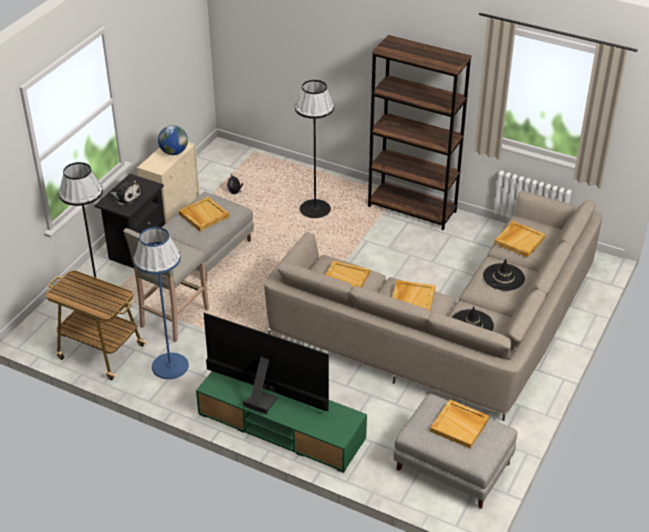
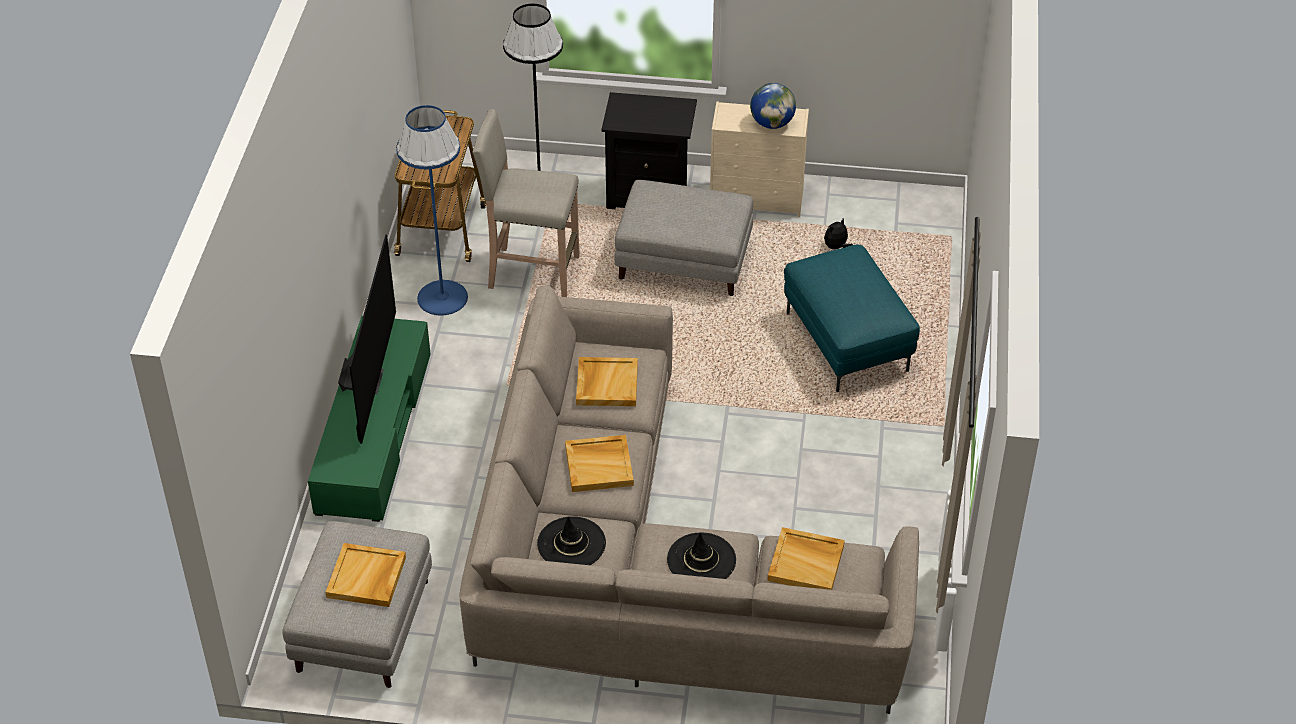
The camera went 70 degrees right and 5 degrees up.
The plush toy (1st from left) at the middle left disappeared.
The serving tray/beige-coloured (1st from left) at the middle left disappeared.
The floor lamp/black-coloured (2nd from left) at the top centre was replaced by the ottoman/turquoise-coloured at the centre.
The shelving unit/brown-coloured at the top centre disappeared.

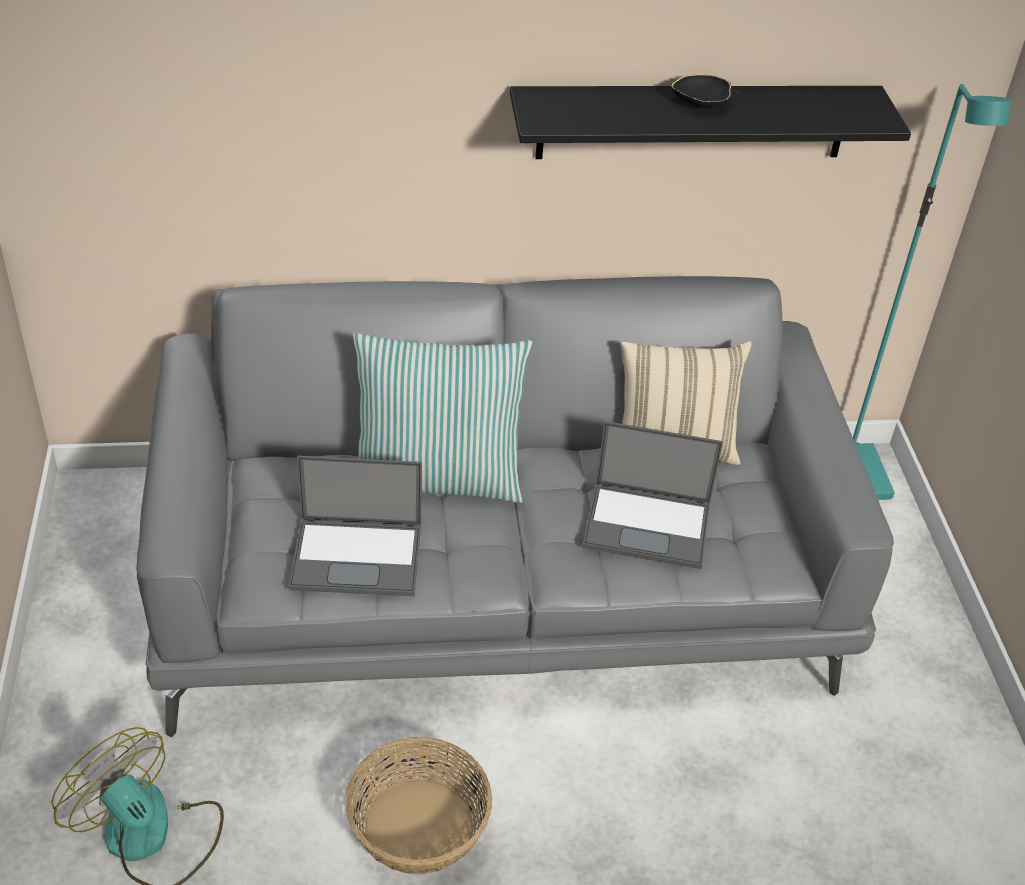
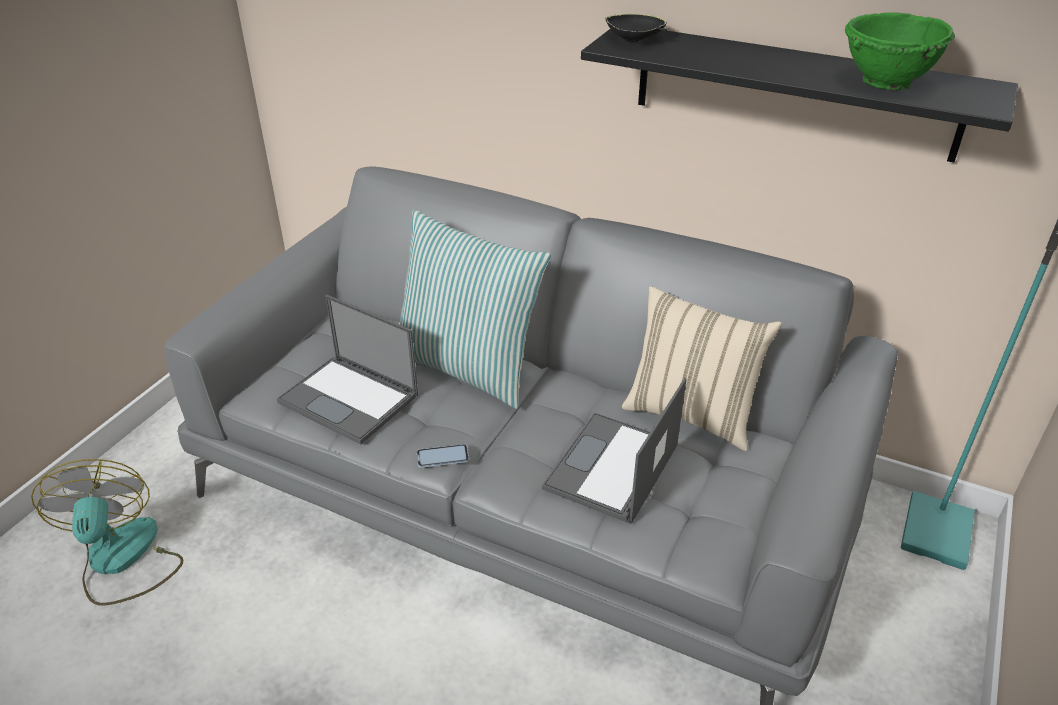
The camera went 35 degrees right and 5 degrees down.
The basket at the bottom centre disappeared.
The laptop (2nd from left) at the centre turned 75 degrees clockwise.
The serving bowl/black-coloured moved from the top right to the top centre.
The telephone at the centre appeared.
The serving bowl/greenish at the top right appeared.

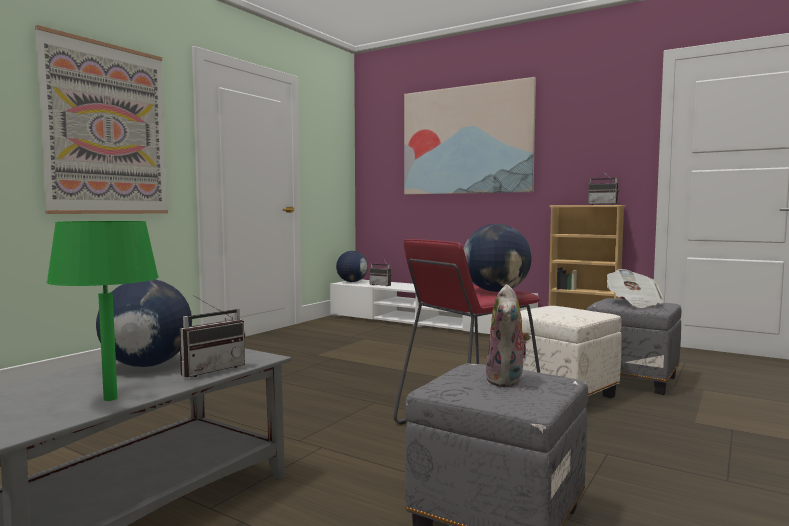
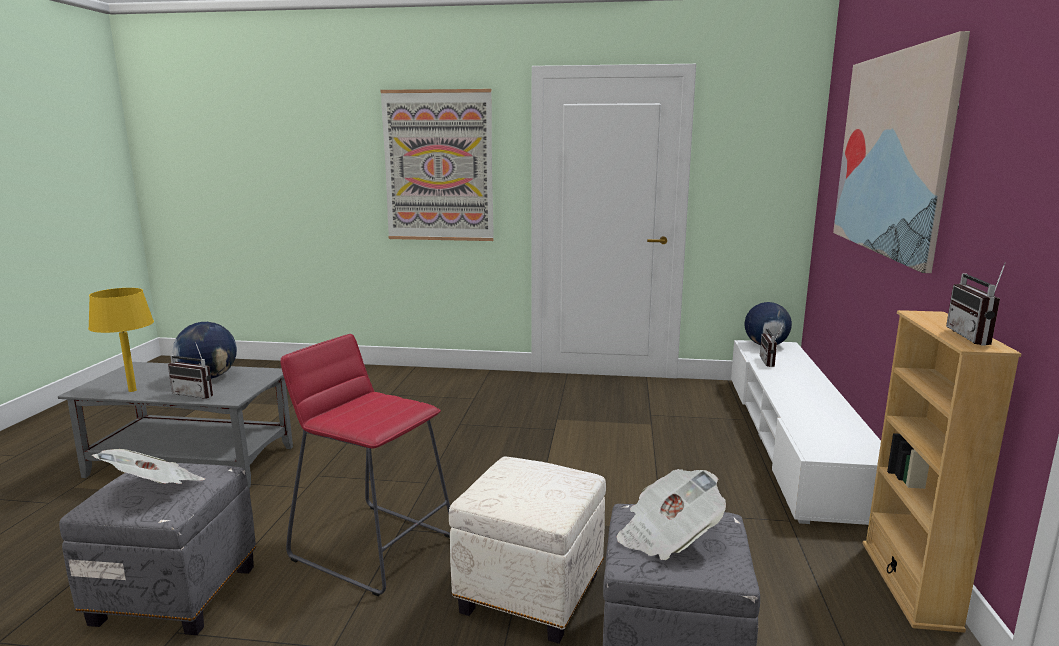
The camera went 65 degrees right and 10 degrees up.
The tabletop lamp/greenish at the middle left became the tabletop lamp/yellowish at the middle left.
The desk globe (3rd from left) at the centre disappeared.
The plush toy at the centre was replaced by the printed paper (1st from left) at the bottom left.

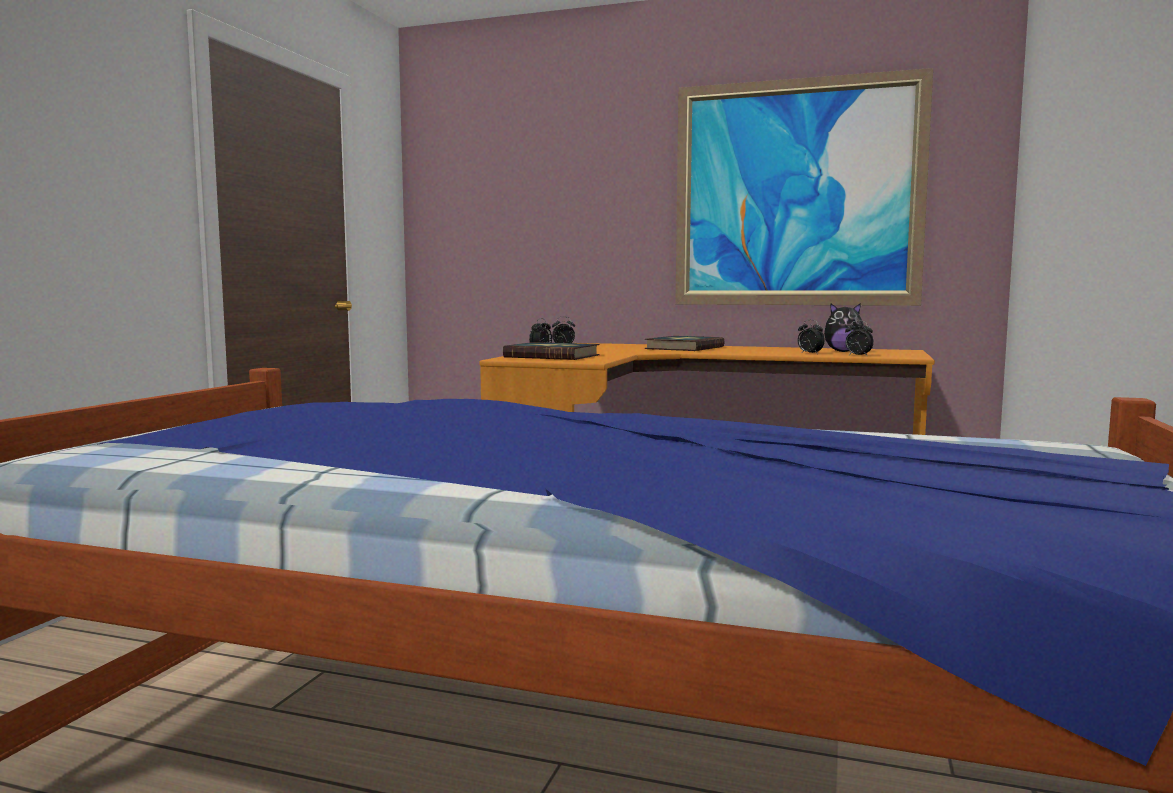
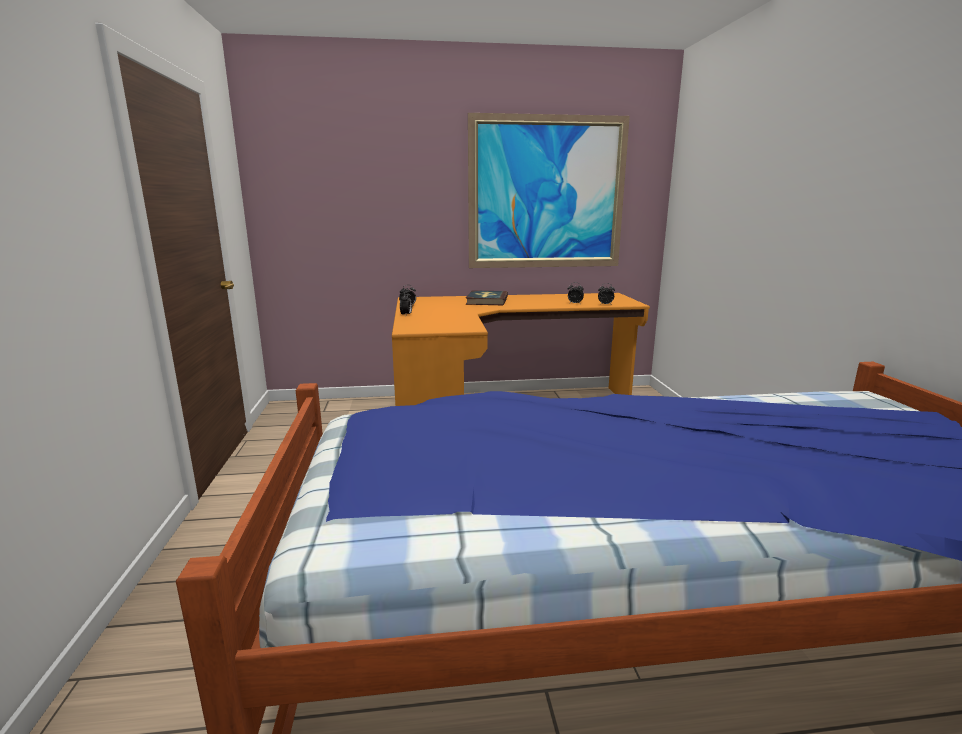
The camera went 25 degrees left and 10 degrees up.
The volume (1st from left) at the centre disappeared.
The plush toy at the middle right disappeared.

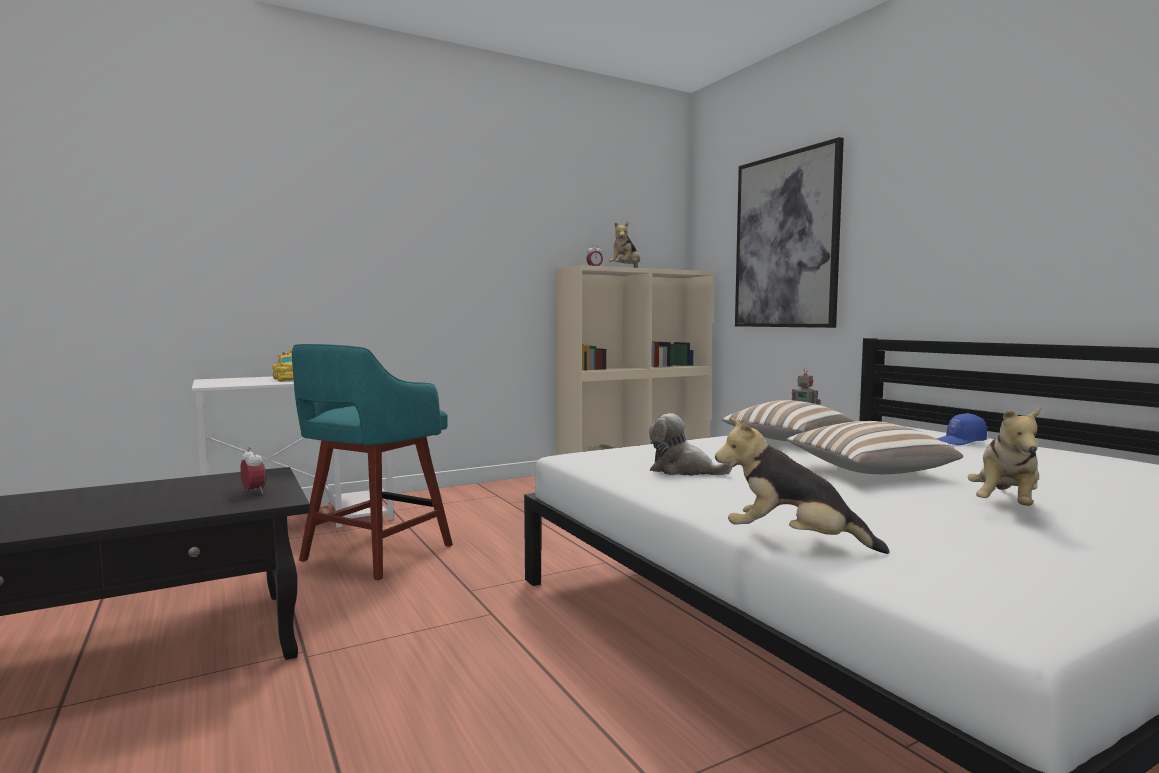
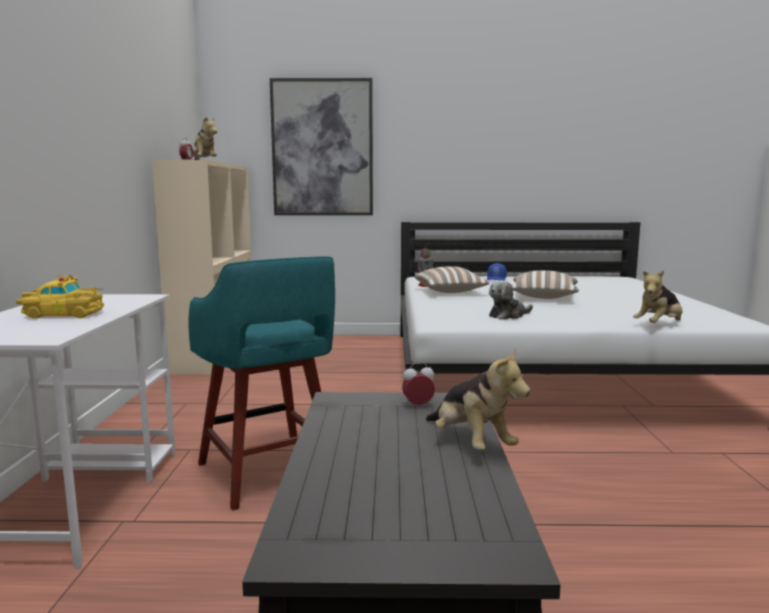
The camera went 60 degrees left and 5 degrees up.
The plush toy (4th from left in the first image) moved from the middle right to the centre.

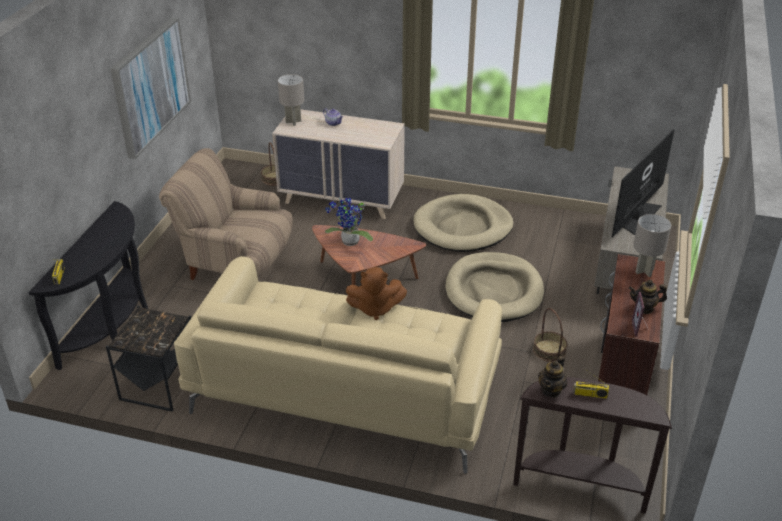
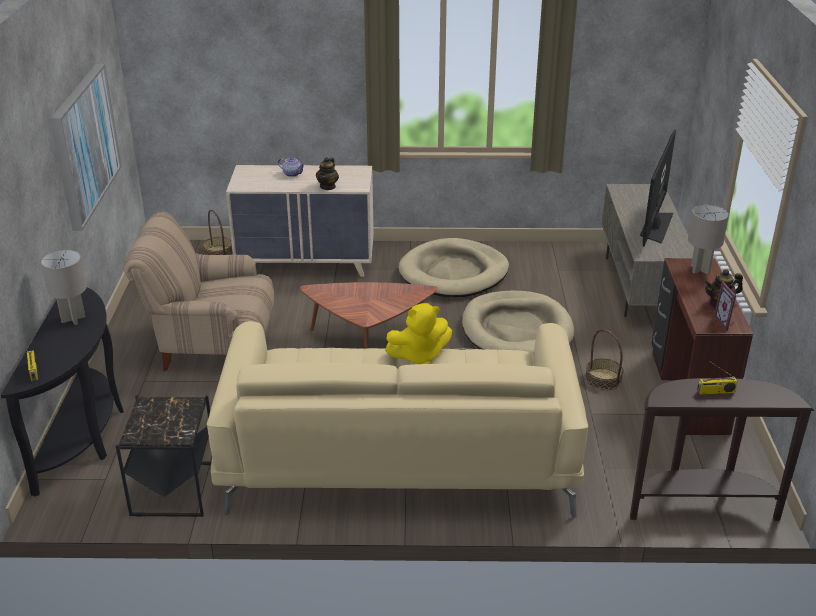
The camera went 15 degrees left and 5 degrees down.
The tabletop lamp/grey (1st from left) moved from the top centre to the middle left.
The houseplant at the centre disappeared.
The plush toy/brown-coloured at the centre became the plush toy/yellowish at the centre.
The pot for tea (2nd from left) moved from the bottom right to the top centre.

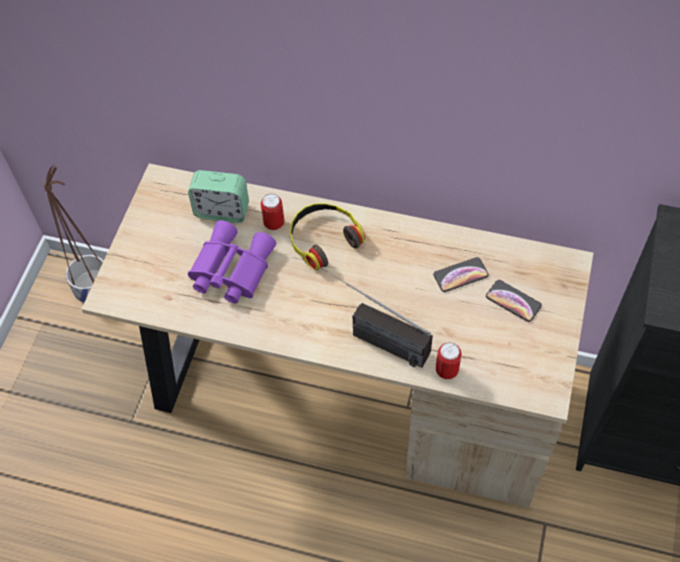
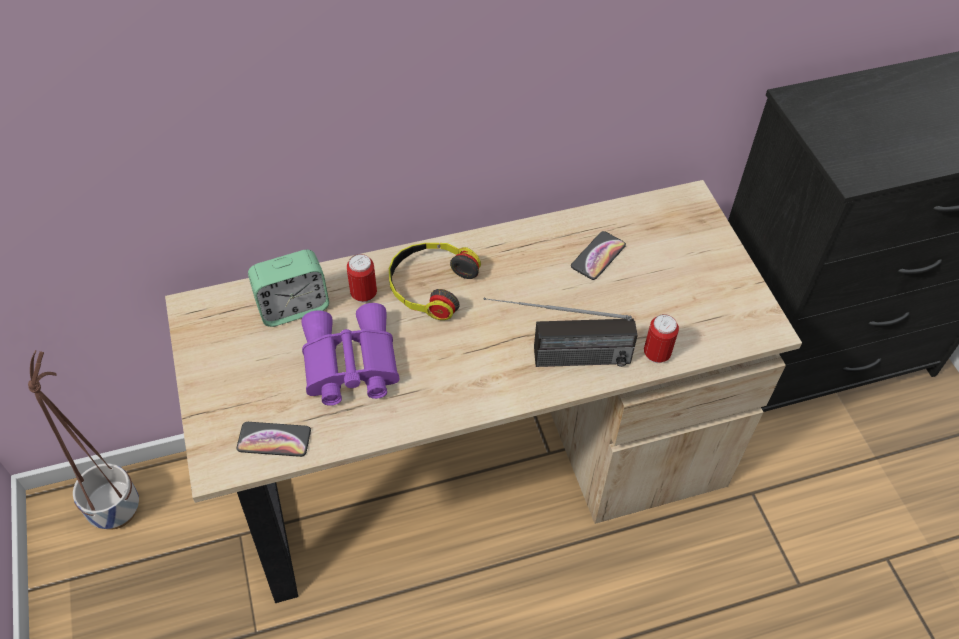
The camera went 35 degrees left and 5 degrees down.
The telephone (2nd from left in the first image) moved from the middle right to the bottom left.

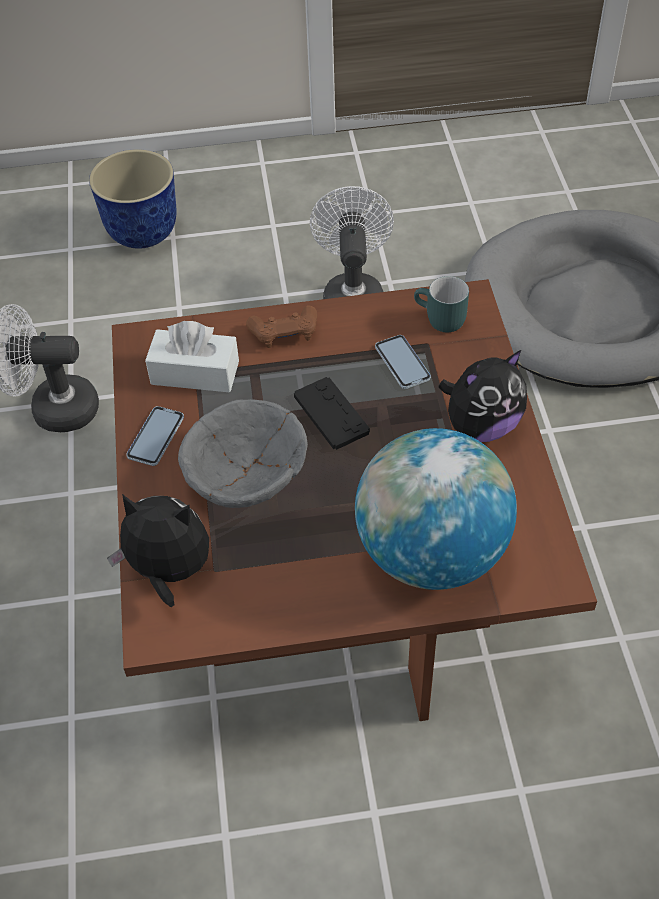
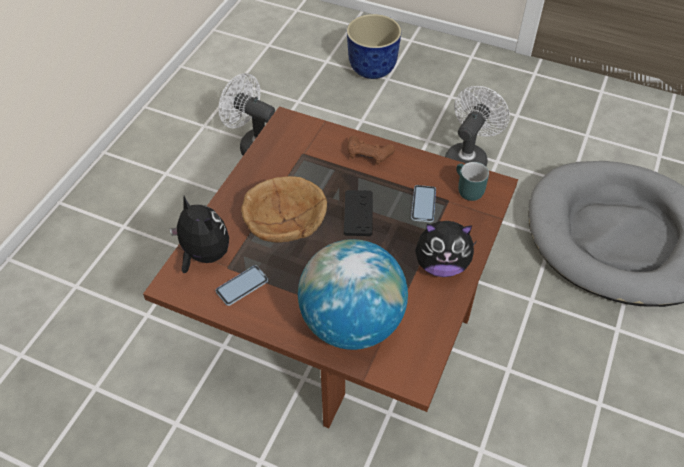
The camera went 30 degrees right and 0 degrees up.
The telephone (1st from left) moved from the middle left to the centre.
The tissue holder/white-coloured at the middle left disappeared.
The serving bowl/grey at the centre became the serving bowl/brown-coloured at the centre.

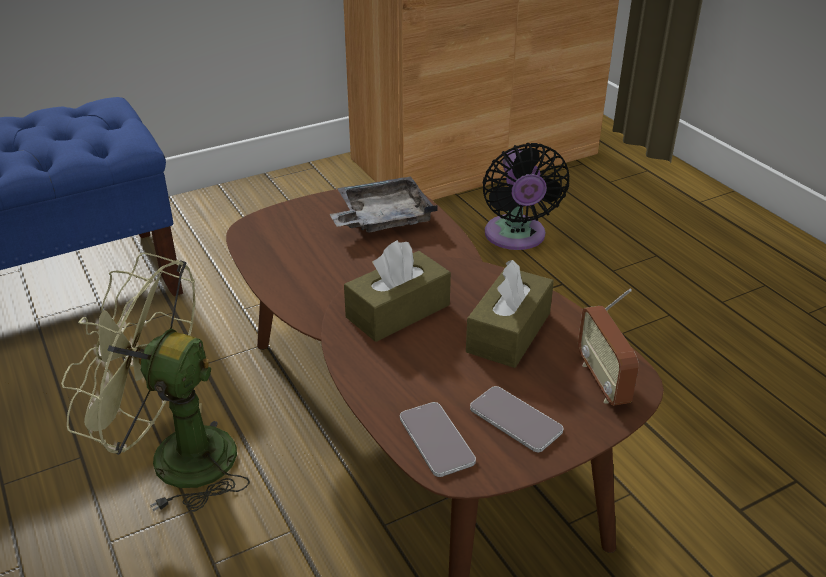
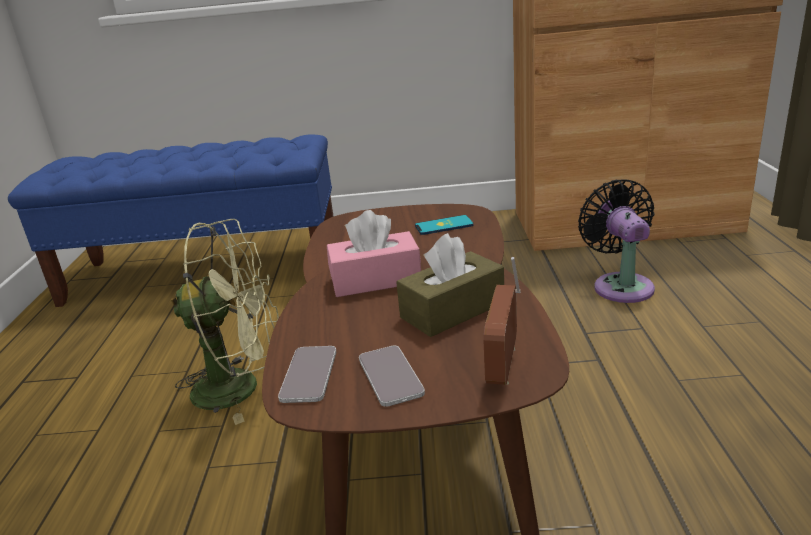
The camera went 30 degrees right and 10 degrees down.
The fan/greenish at the middle left turned 135 degrees clockwise.
The serving tray/grey at the centre was replaced by the telephone (3rd from left) at the centre.
The tissue holder/brown-coloured (1st from left) at the centre became the tissue holder/pink-coloured at the centre.
The fan/black-coloured at the centre turned 150 degrees clockwise.

